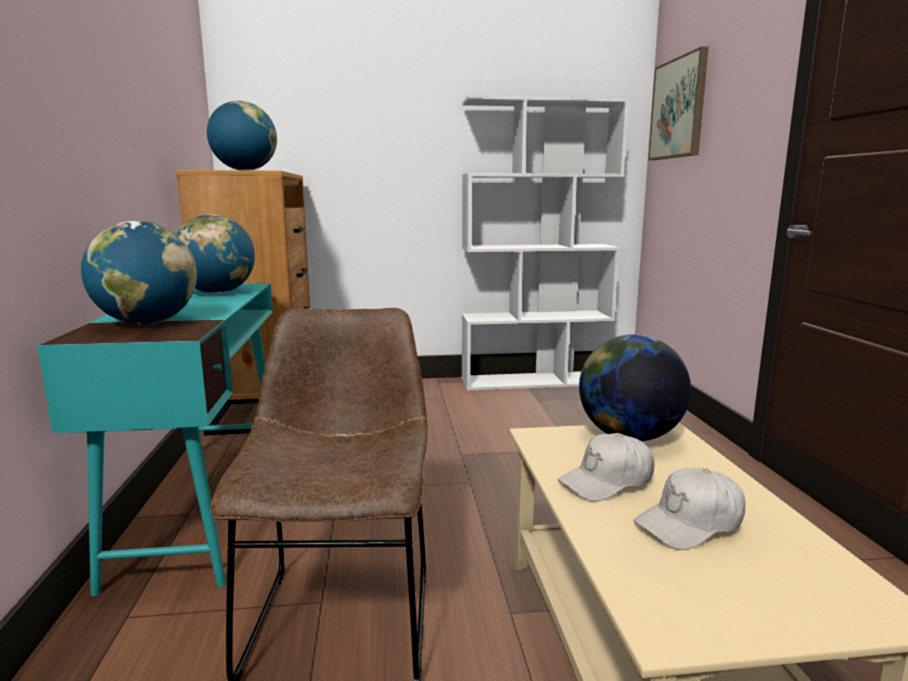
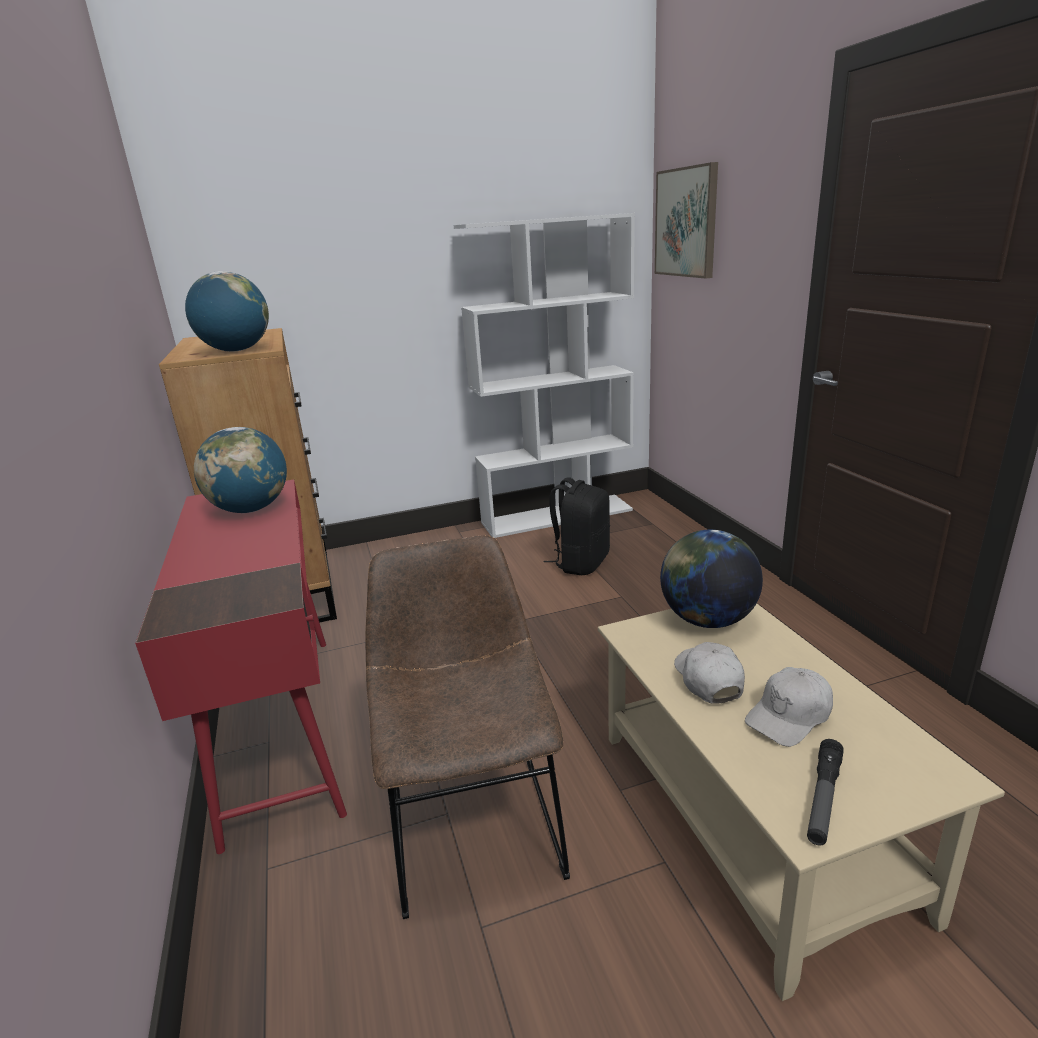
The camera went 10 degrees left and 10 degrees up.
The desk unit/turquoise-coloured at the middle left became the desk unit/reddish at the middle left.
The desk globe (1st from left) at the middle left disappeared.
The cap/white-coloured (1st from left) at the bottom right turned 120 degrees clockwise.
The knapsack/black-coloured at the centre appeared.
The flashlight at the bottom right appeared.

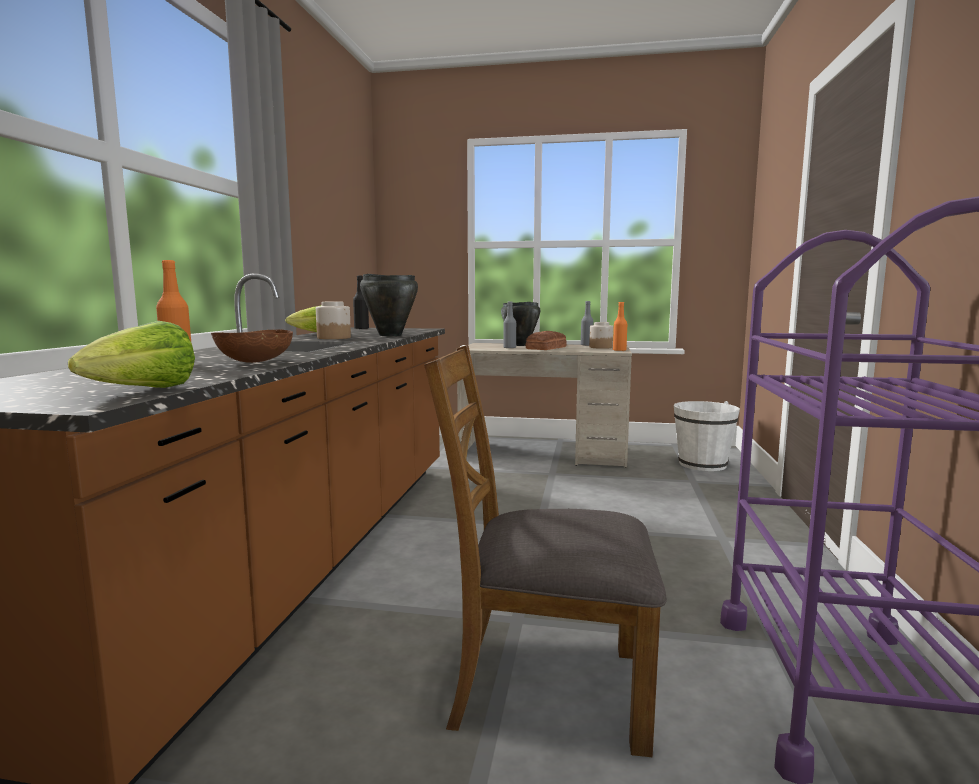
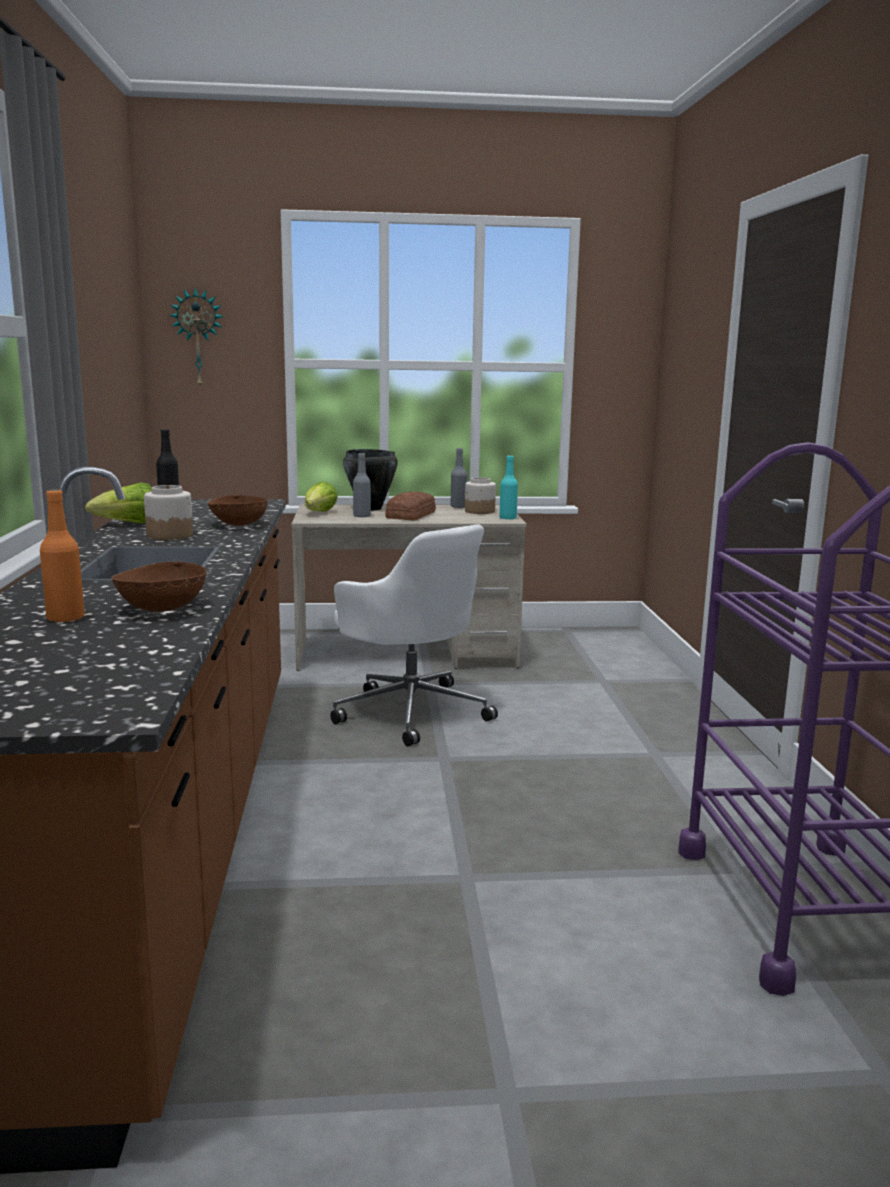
The camera went 15 degrees left and 5 degrees up.
The head of lettuce (1st from left in the first image) moved from the middle left to the centre.
The stockpot/black-coloured (1st from left) at the centre was replaced by the serving bowl/brown-coloured (2nd from left) at the middle left.
The plain chair/brown-coloured at the bottom centre disappeared.
The beverage bottle/orangey (2nd from left) at the centre became the beverage bottle/turquoise-coloured at the centre.
The pail/white-coloured at the middle right disappeared.
The clock on the wall at the top left appeared.
The computer chair/white-coloured at the centre appeared.

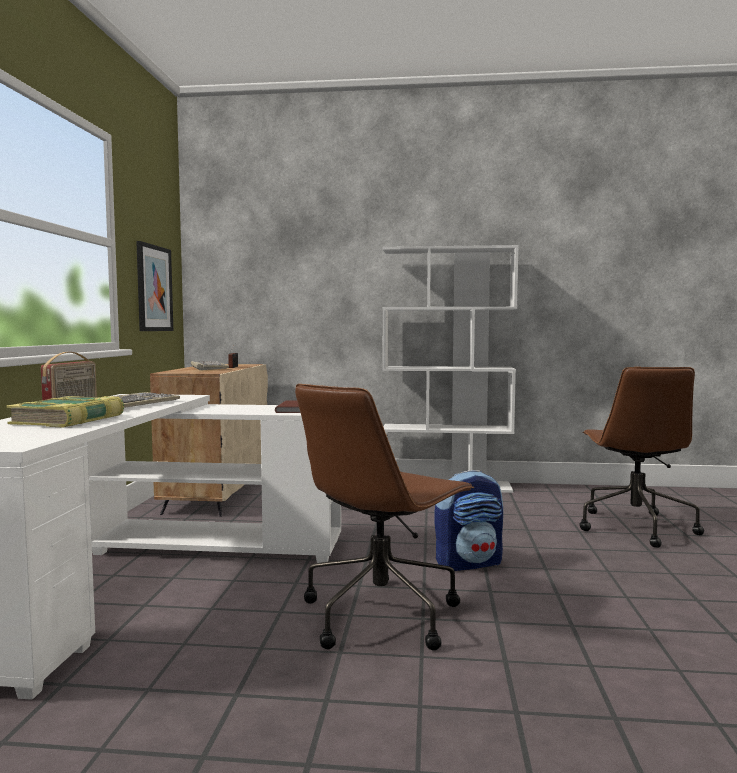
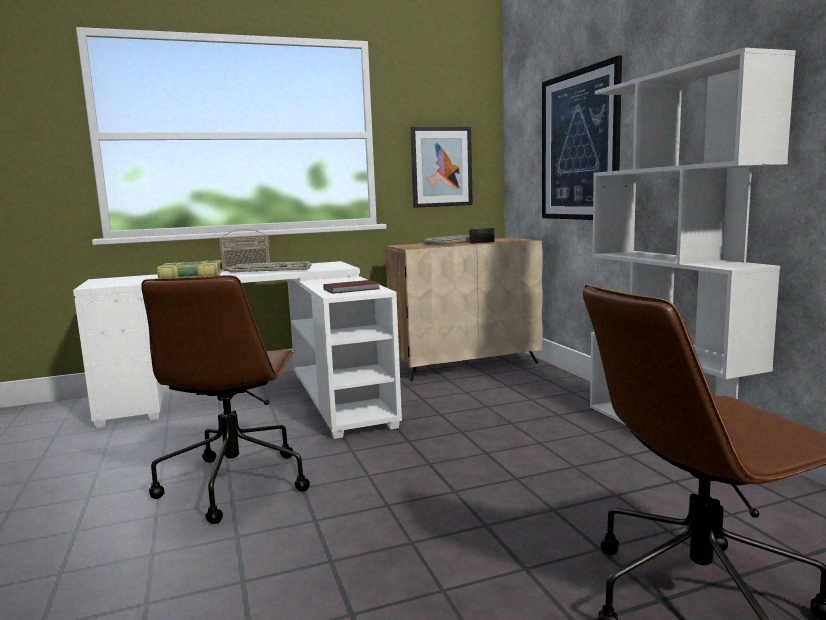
The camera went 65 degrees right and 5 degrees up.
The computer chair/brown-coloured (1st from left) at the bottom centre turned 105 degrees counterclockwise.
The knapsack at the bottom centre disappeared.
The wall picture (2nd from left) at the top right appeared.

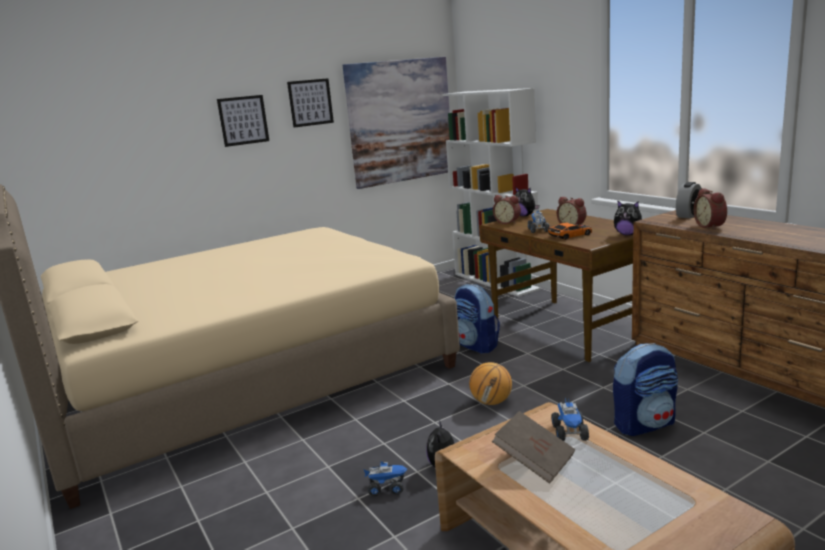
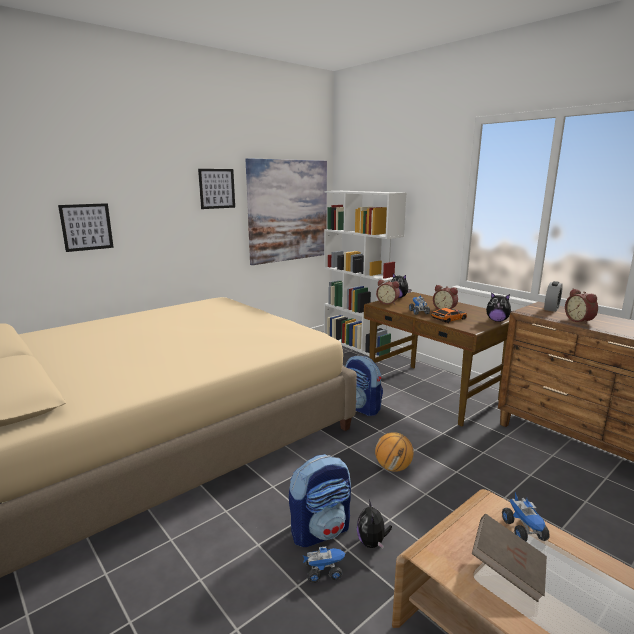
The camera went 10 degrees left and 0 degrees up.
The wall picture (1st from left) moved from the top left to the middle left.
The knapsack (2nd from left in the first image) moved from the bottom right to the bottom centre.

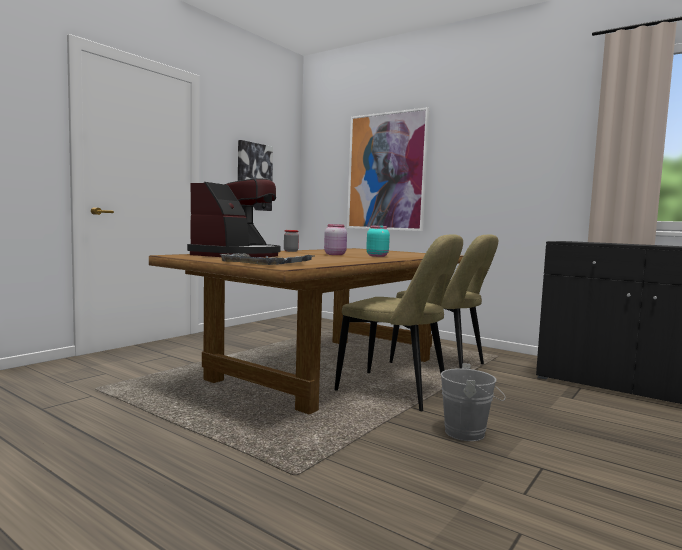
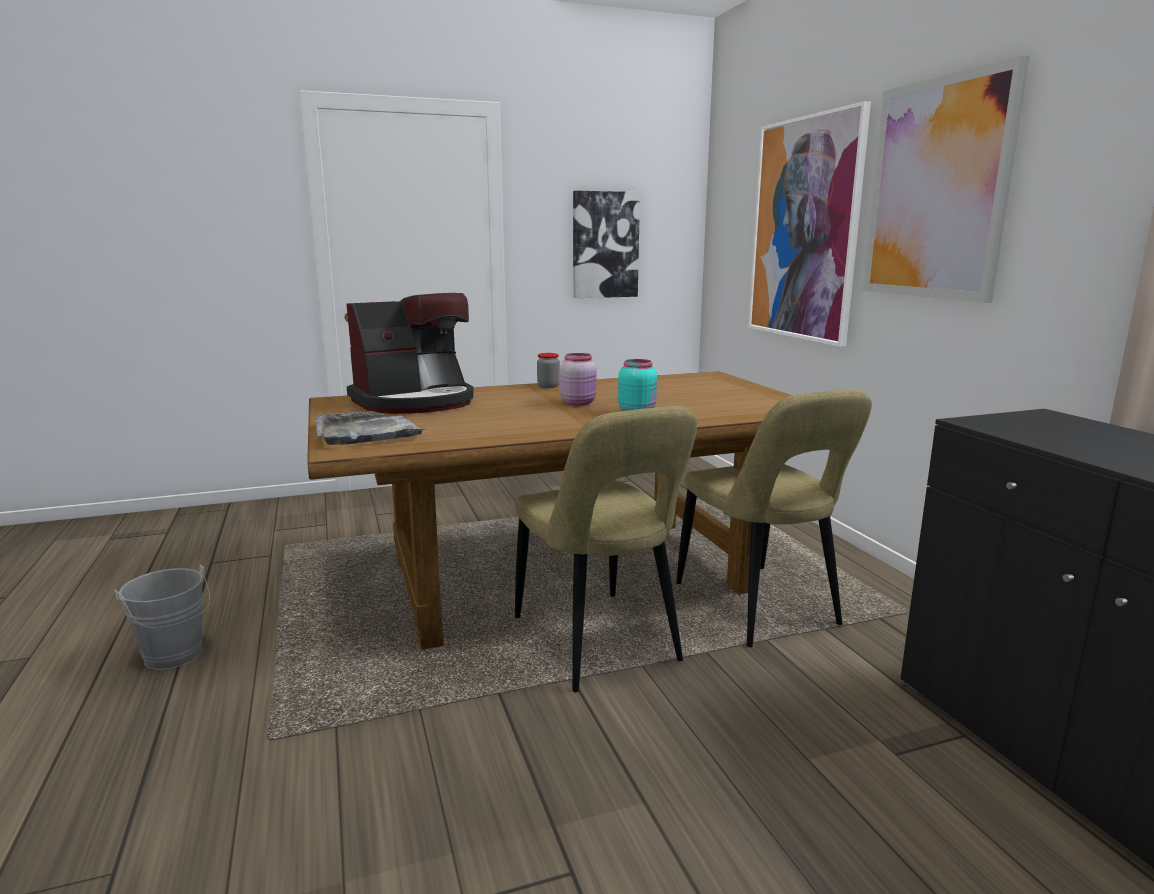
The camera went 35 degrees right and 10 degrees up.
The pail/grey moved from the bottom right to the bottom left.
The wall picture (3rd from left) at the top right appeared.

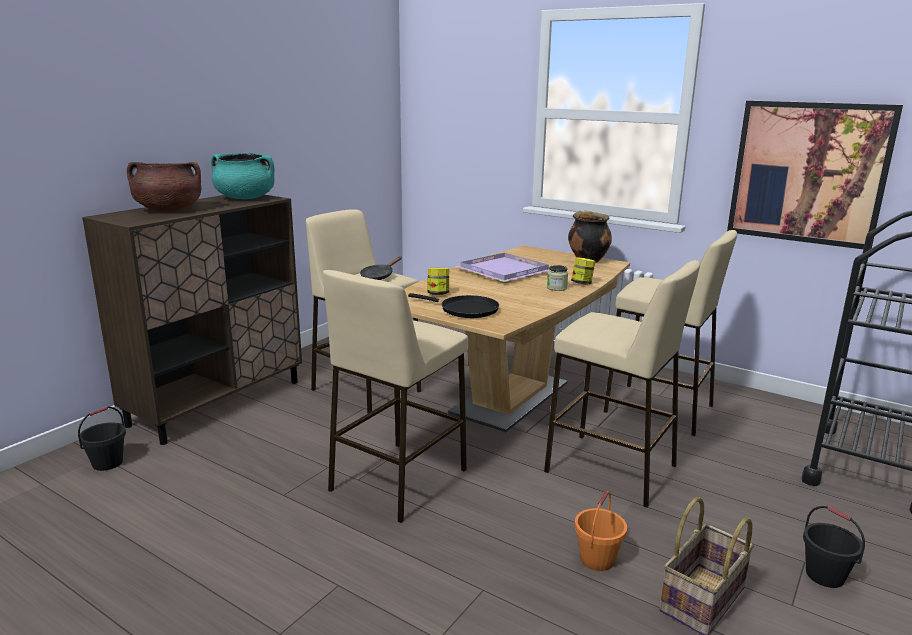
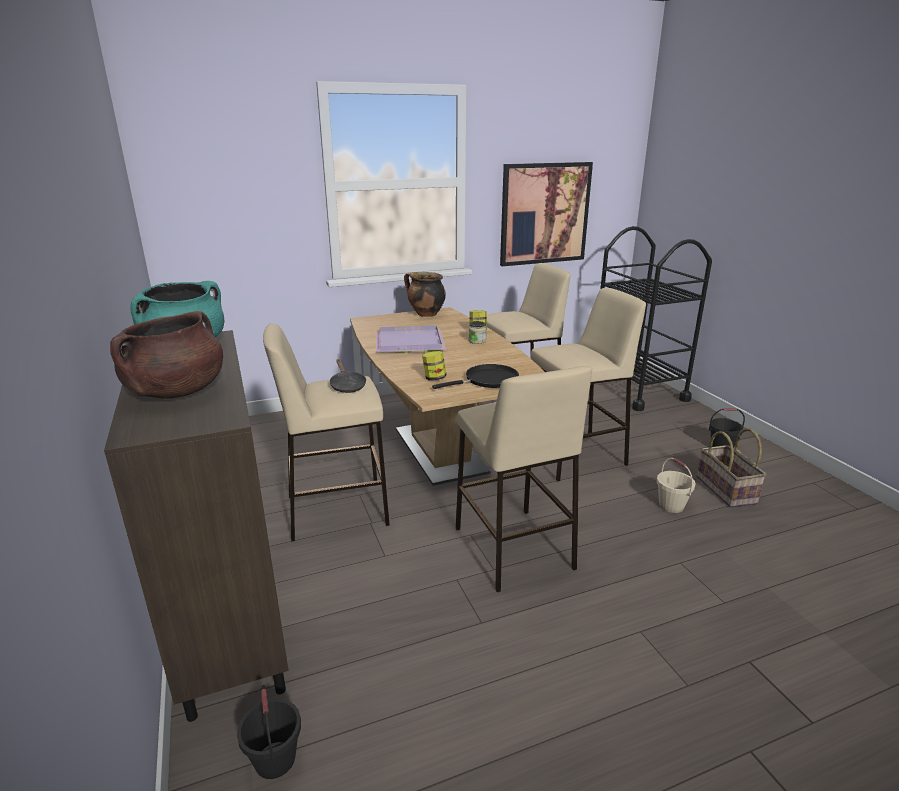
The camera went 55 degrees left and 5 degrees up.
The pail/orangey at the bottom centre became the pail/beige-coloured at the middle right.

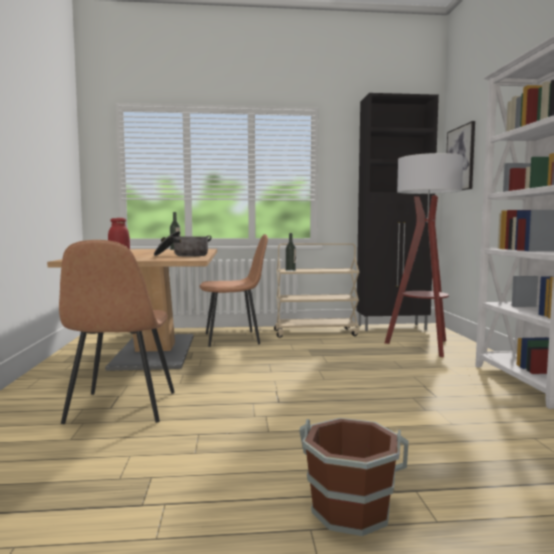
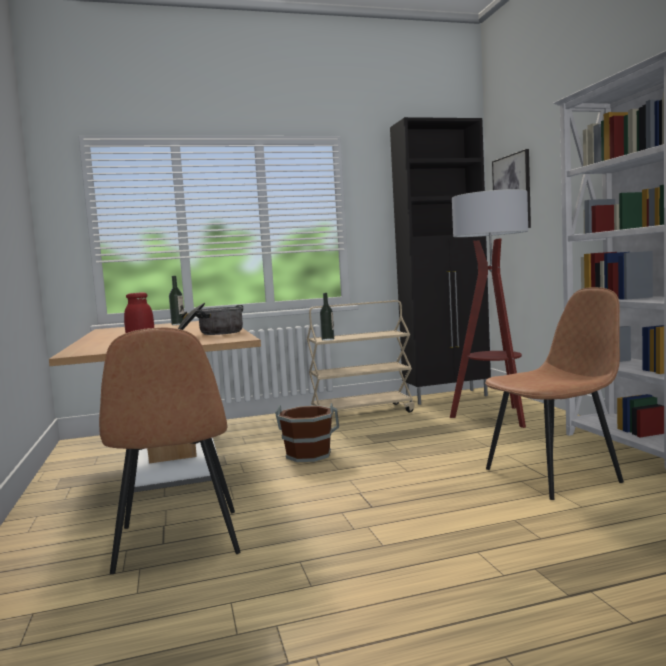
The camera went 10 degrees left and 0 degrees up.
The plain chair/brown-coloured (2nd from left) moved from the centre to the middle right.
The pail/brown-coloured moved from the bottom centre to the centre.

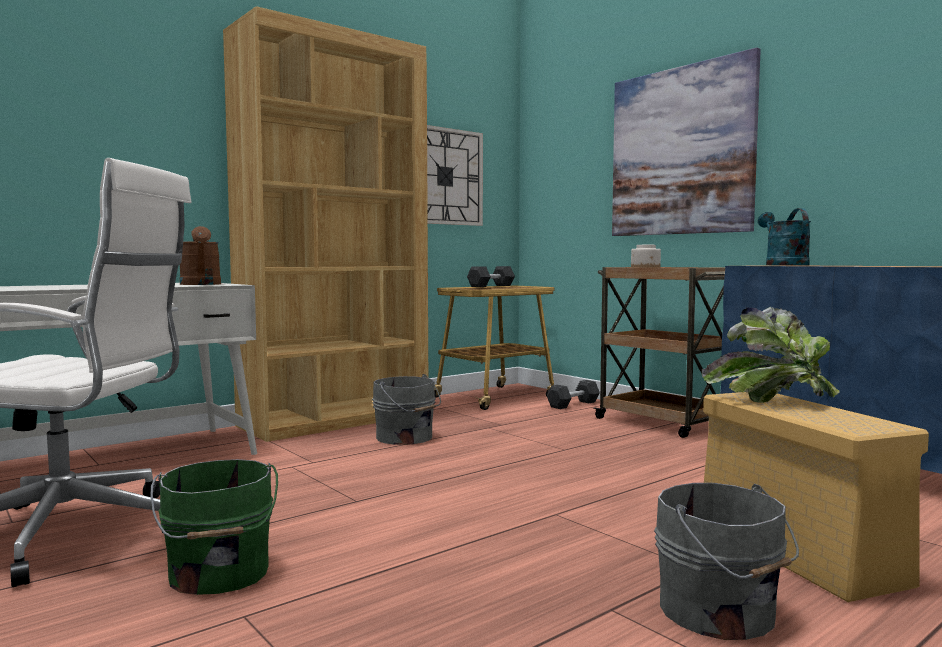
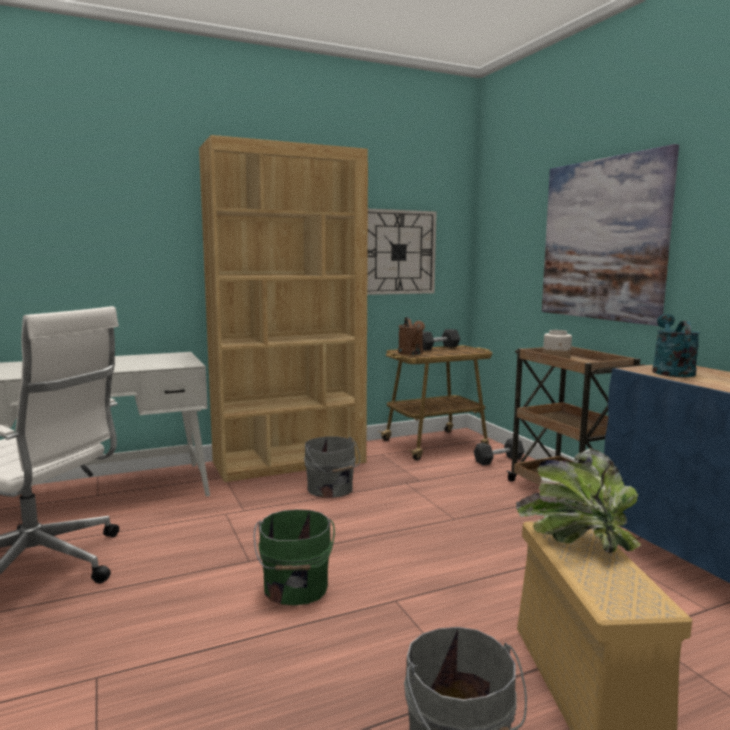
The camera went 15 degrees right and 5 degrees up.
The pail/greenish moved from the bottom left to the bottom centre.
The watering can/brown-coloured moved from the middle left to the centre.

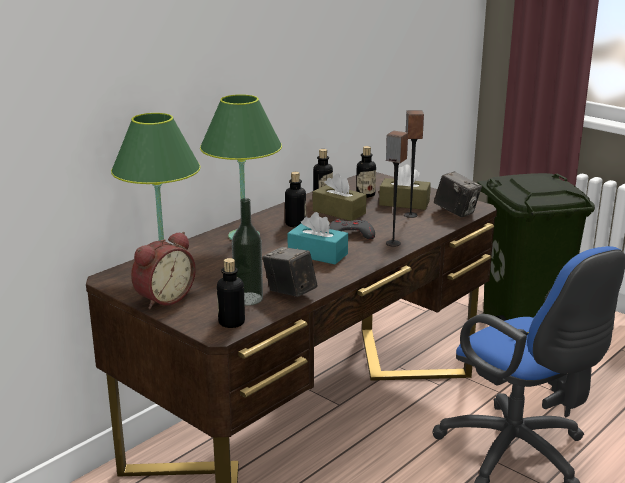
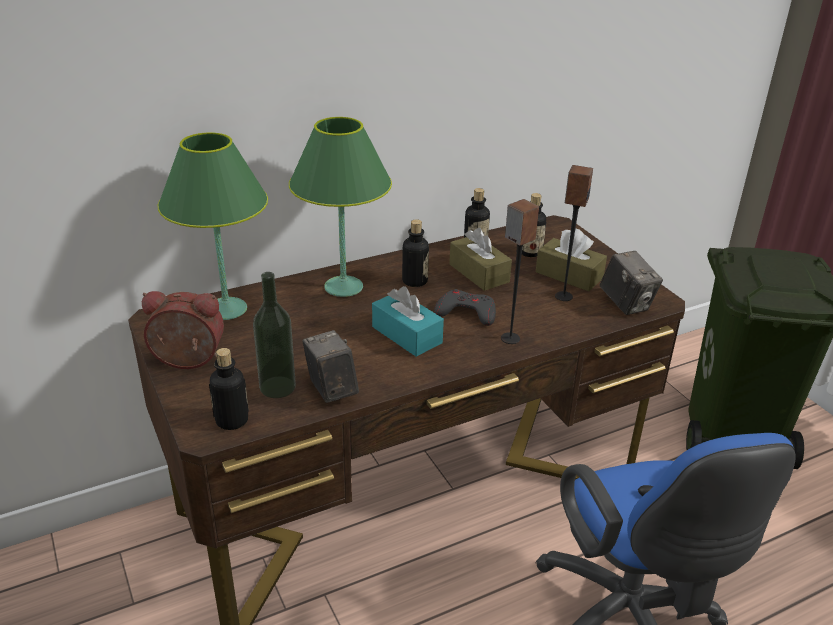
The camera went 20 degrees right and 10 degrees up.
The alarm clock at the middle left turned 150 degrees counterclockwise.

